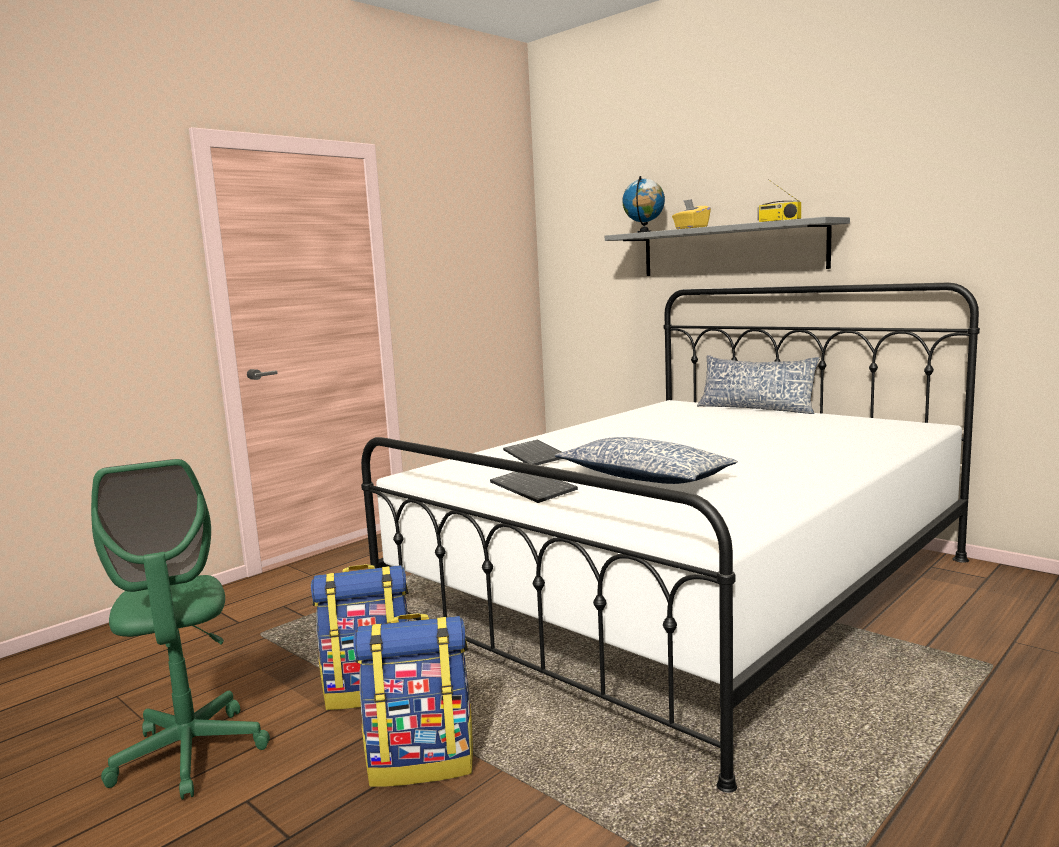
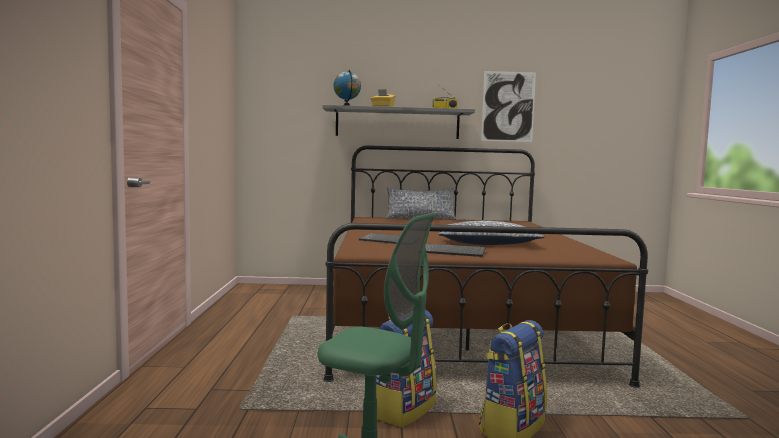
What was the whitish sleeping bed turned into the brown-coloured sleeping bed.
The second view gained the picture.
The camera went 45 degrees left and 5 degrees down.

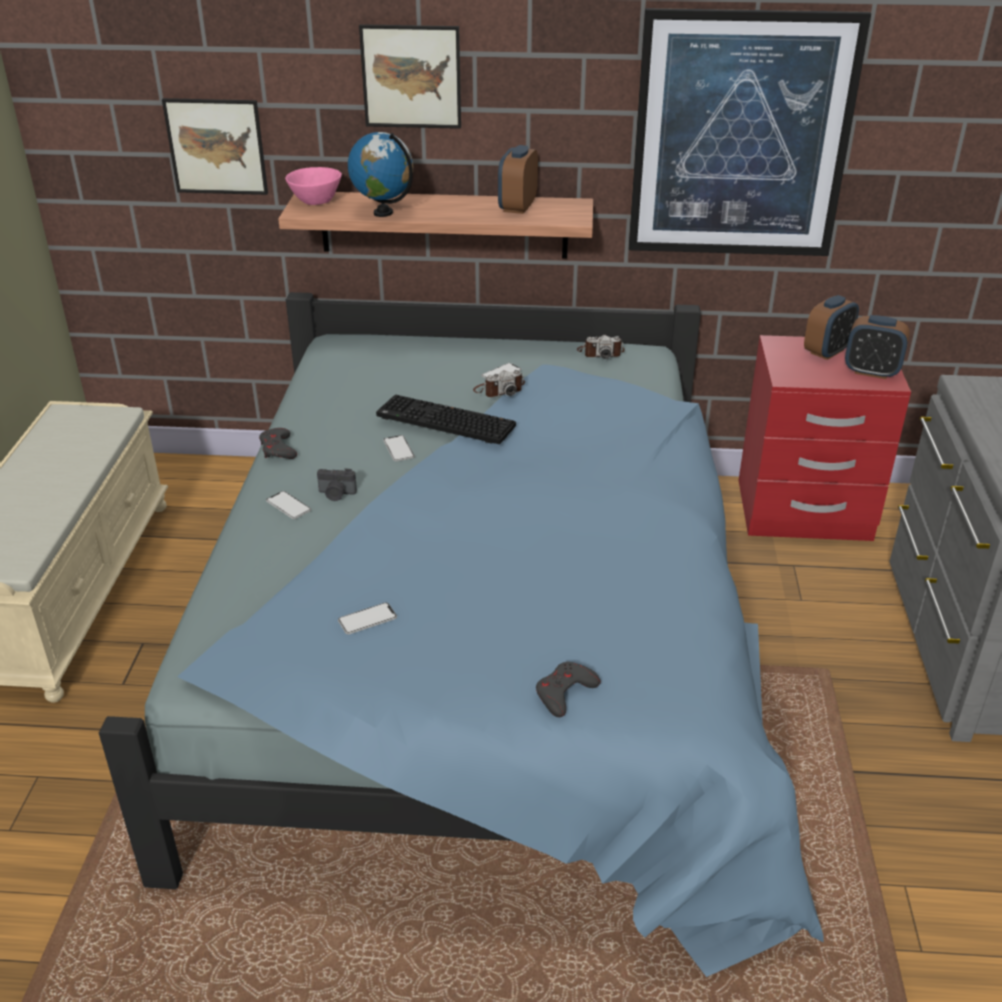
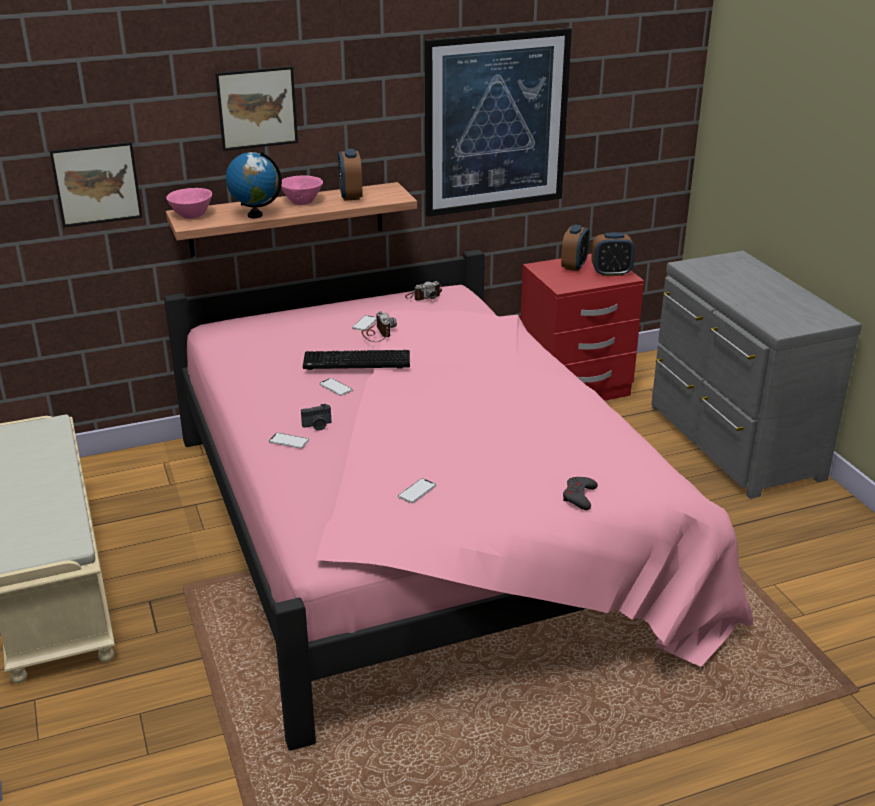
What was the blue sleeping bed turned into the pink-coloured sleeping bed.
The second view gained the pink-coloured bowl (no. 2 from left).
The still camera (no. 2 from left) ended up facing another way, 60 degrees counterclockwise from before.
The second view lost the gray joypad (no. 1 from left).
The camera went 25 degrees left and 5 degrees down.

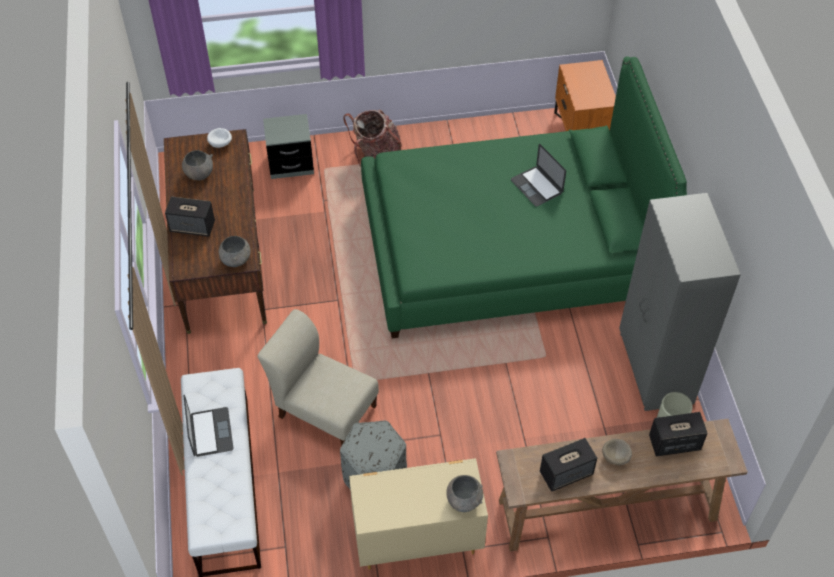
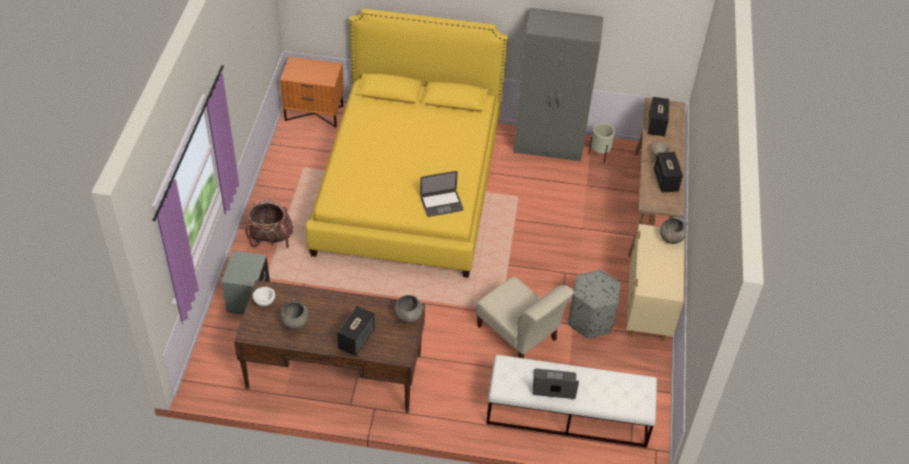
What was the green-coloured sleeping bed turned into the yellow sleeping bed.
The laptop (no. 2 from left in the first image) ended up elsewhere.
The beige-coloured chair ended up facing another way, 90 degrees counterclockwise from before.
The camera went 75 degrees left and 5 degrees down.

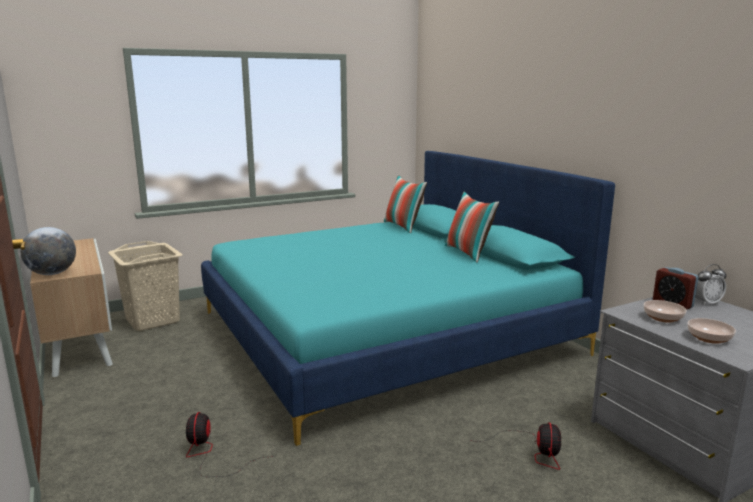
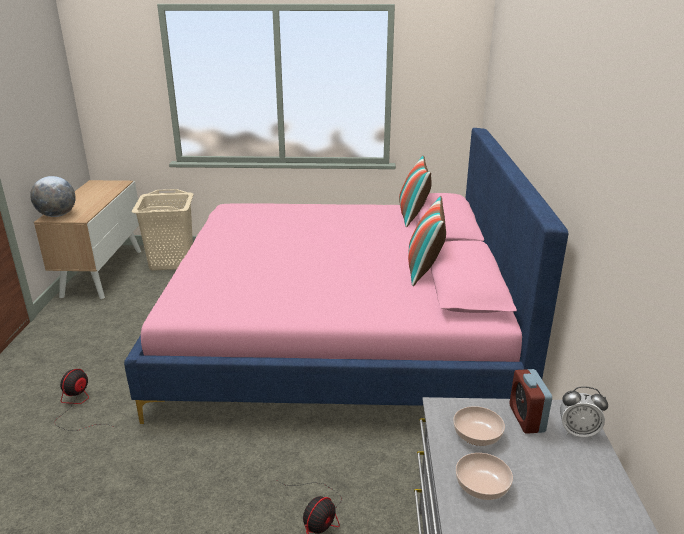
What was the turquoise-coloured sleeping bed turned into the pink-coloured sleeping bed.
The camera went 30 degrees right and 10 degrees up.

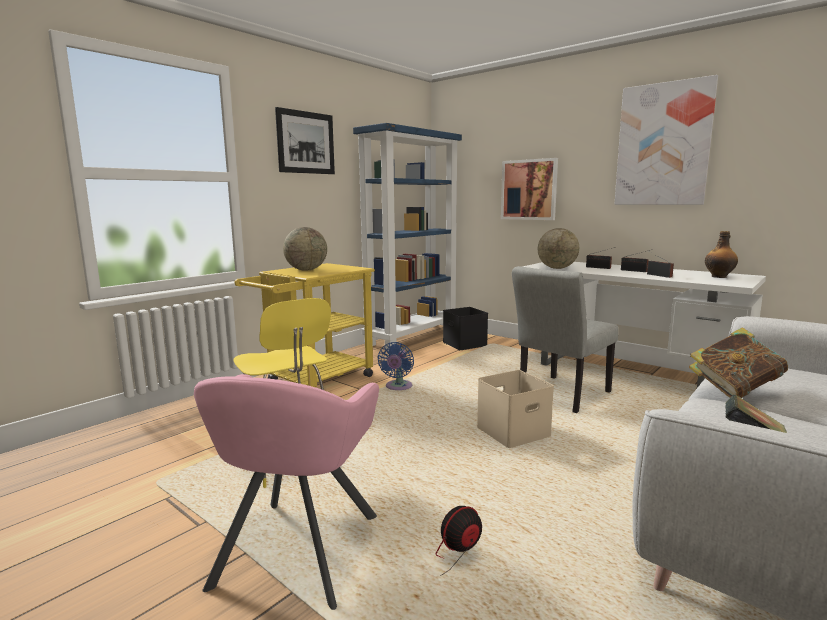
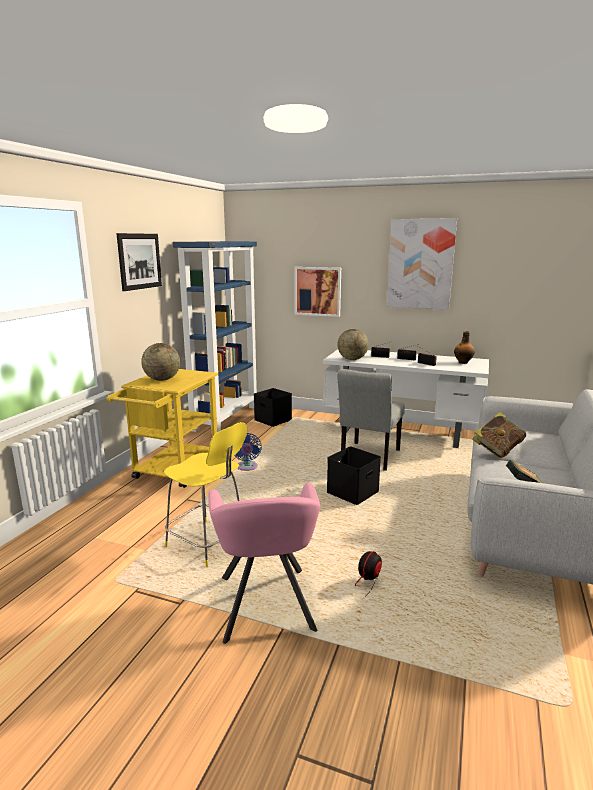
What was the beige-coloured storage bin turned into the black storage bin (no. 2 from left).
The camera went 20 degrees left and 5 degrees up.

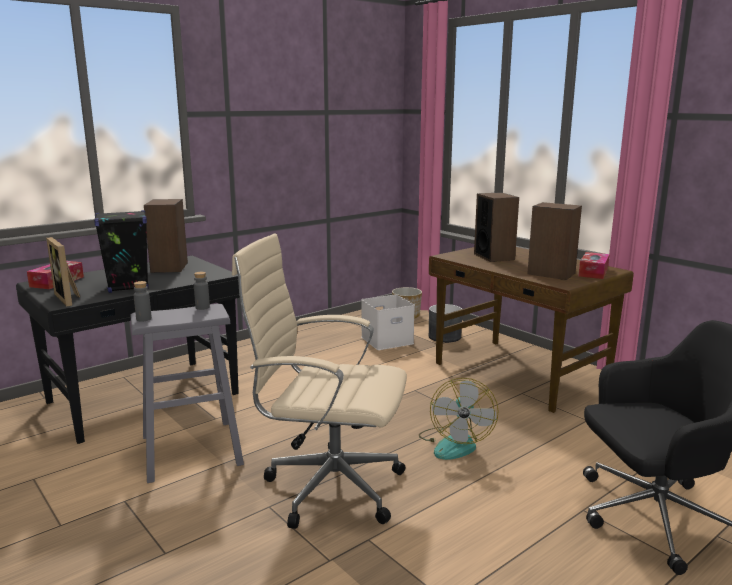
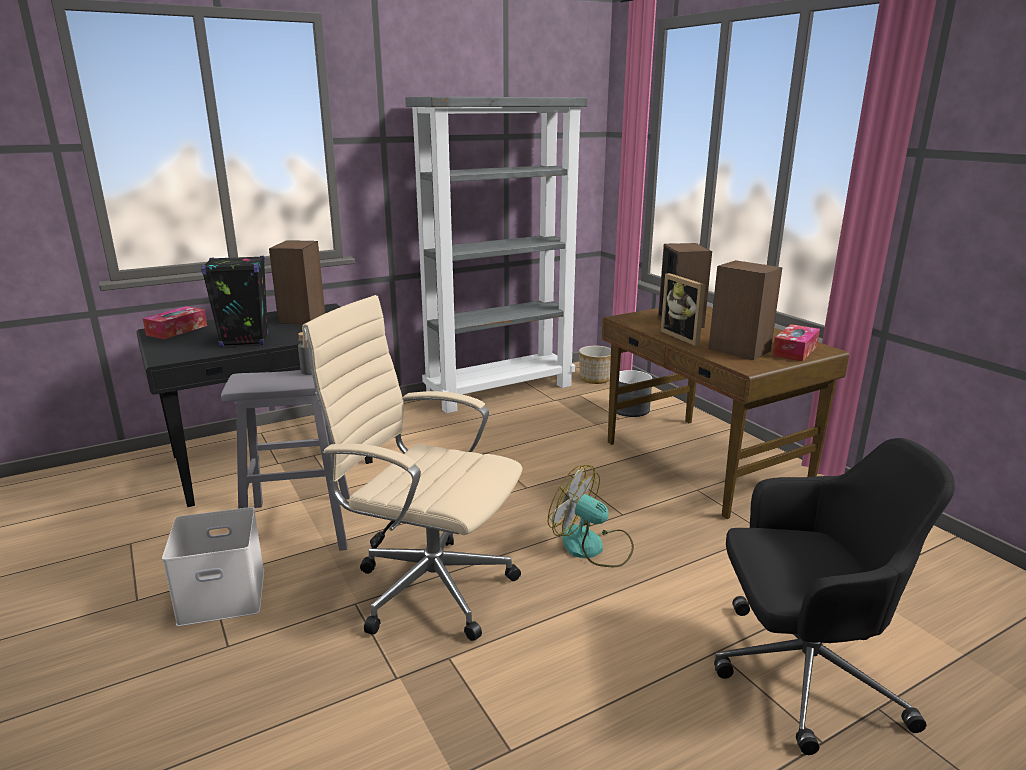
The whitish storage bin ended up elsewhere.
The second view gained the gray bookshelf.
The electric fan ended up facing another way, 105 degrees clockwise from before.
The standing frame ended up elsewhere.
The second view lost the gray bottle (no. 1 from left).
The camera went 10 degrees right and 5 degrees up.

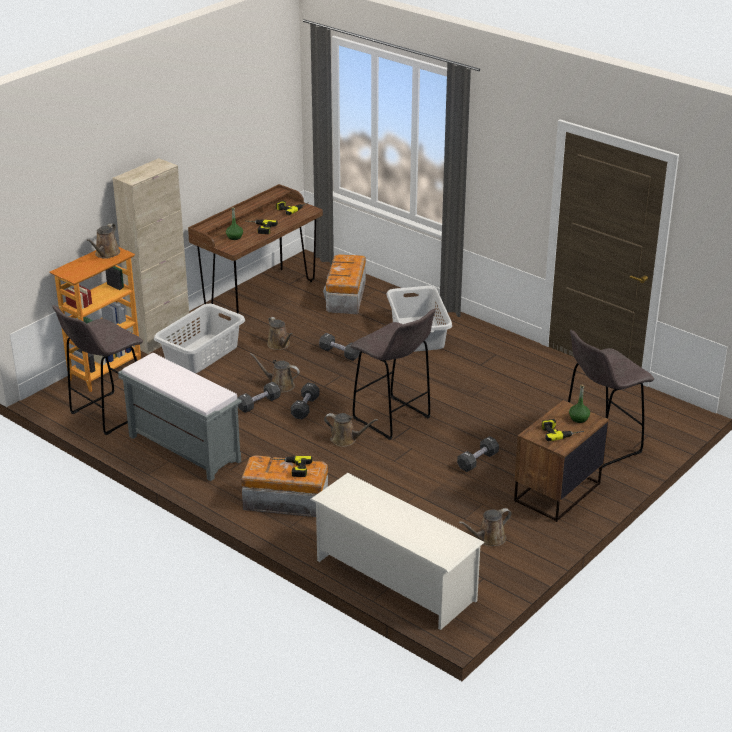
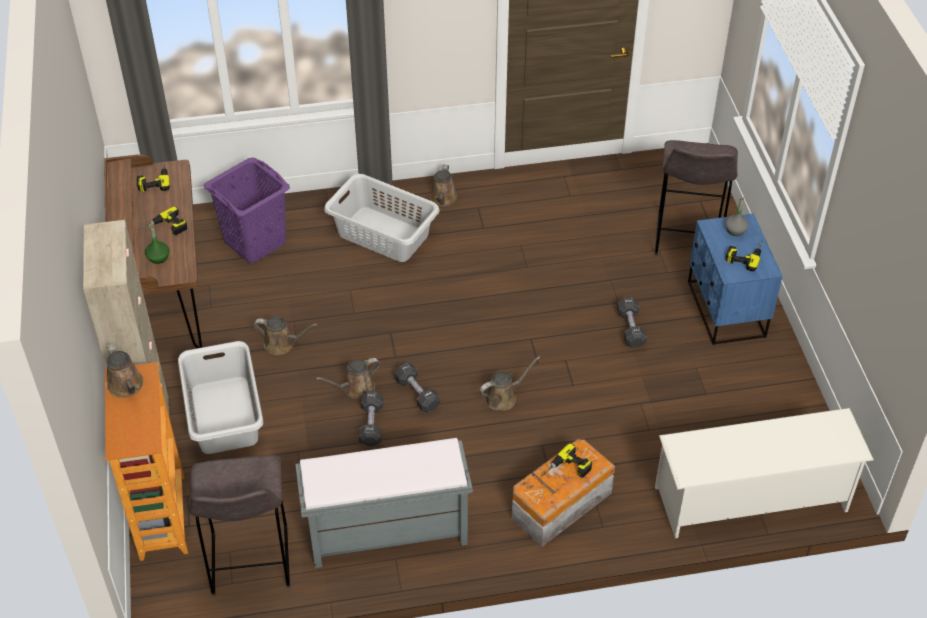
Where the storage bin (no. 2 from left) stood, the purple laundry basket came to stand.
The brown-coloured watering pot (no. 5 from left in the first image) ended up elsewhere.
What was the brown-coloured nightstand turned into the blue nightstand.
What was the green-coloured bottle (no. 2 from left) turned into the gray bottle.
The second view lost the black dumbbell (no. 3 from left).
The second view lost the gray stool seat (no. 2 from left).
The camera went 50 degrees left and 15 degrees up.

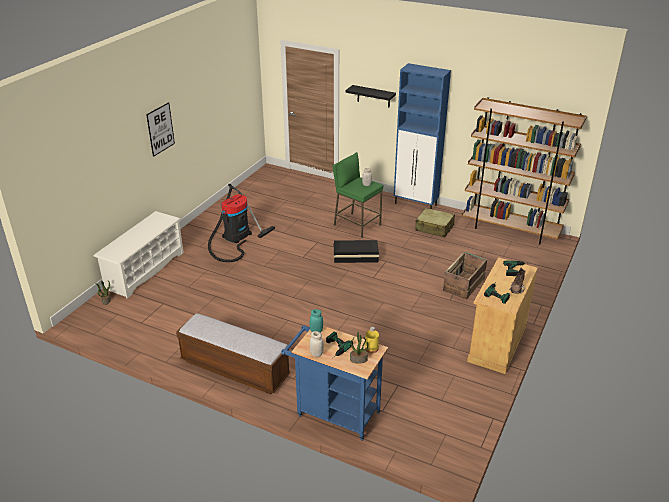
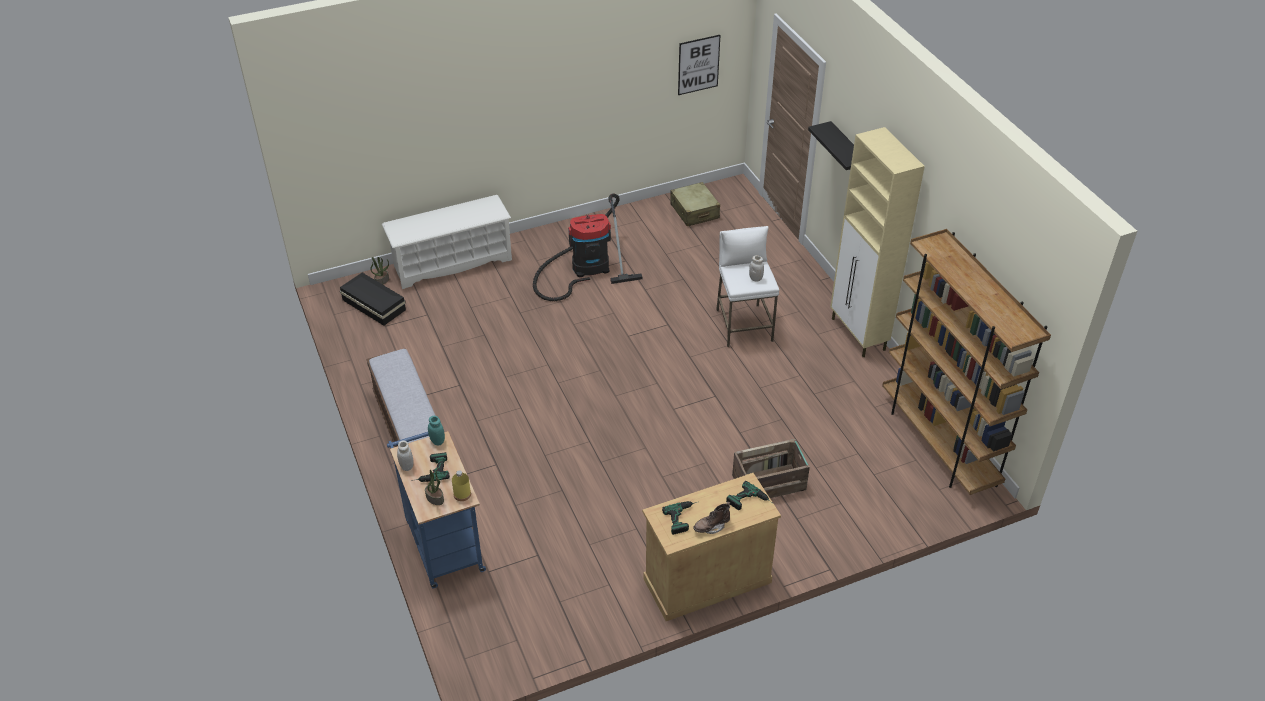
The black storage bin ended up elsewhere.
The beige-coloured suitcase ended up elsewhere.
The picture ended up elsewhere.
What was the green-coloured stool seat turned into the whitish stool seat.
What was the blue cupboard turned into the beige-coloured cupboard (no. 2 from left).
The camera went 40 degrees right and 10 degrees up.

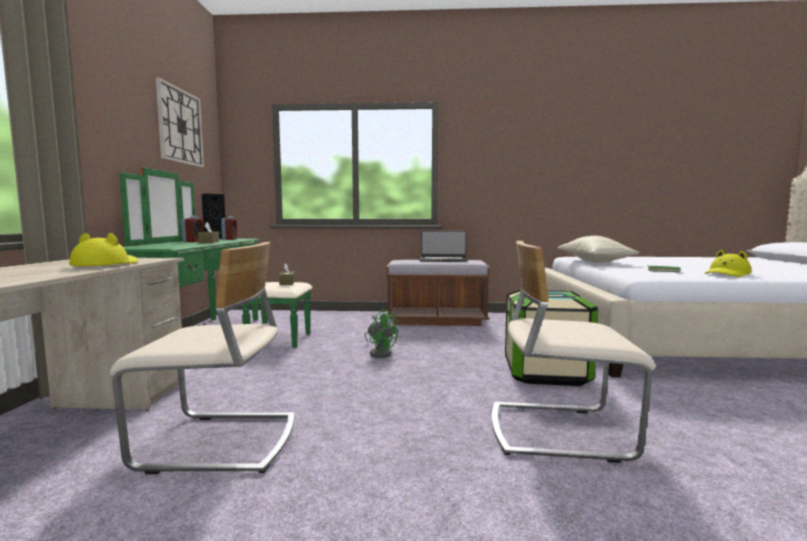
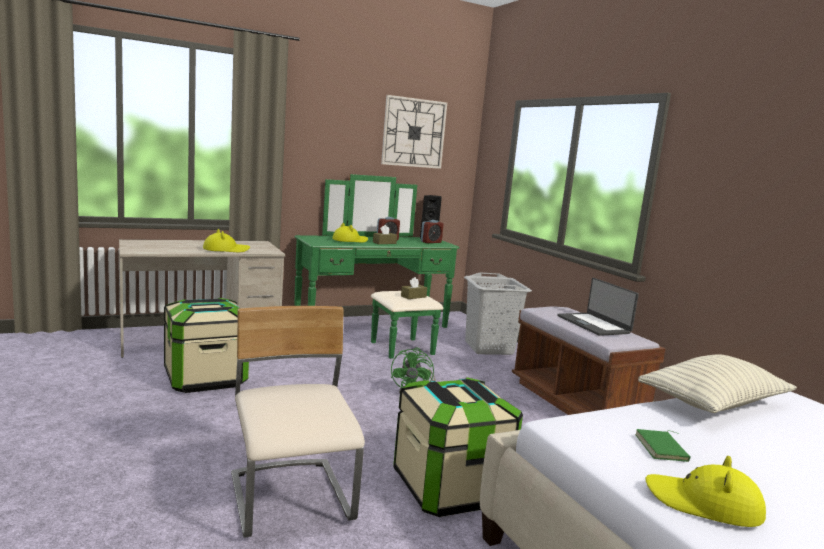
Where the beige-coloured chair (no. 1 from left) stood, the storage bin (no. 1 from left) came to stand.
The second view gained the yellow clothing hat (no. 2 from left).
The second view gained the gray laundry basket.
The camera went 60 degrees right and 5 degrees up.

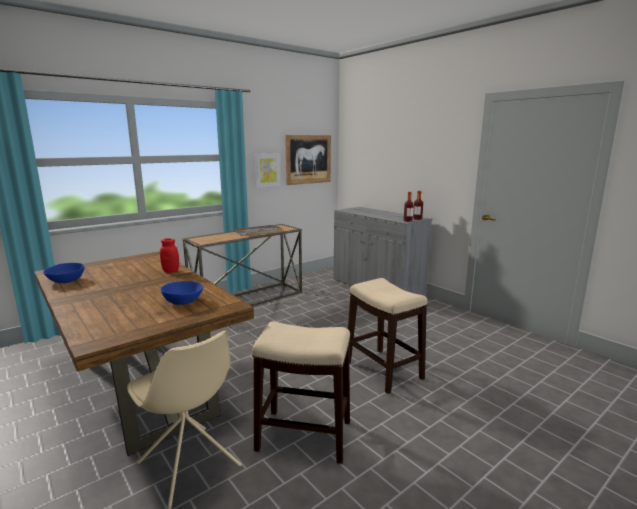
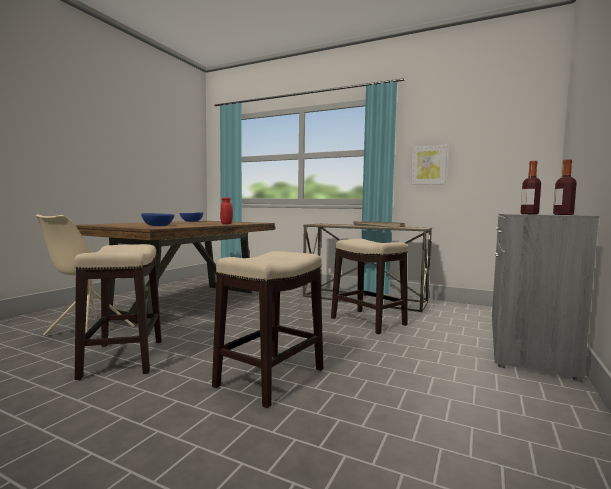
The second view gained the stool seat (no. 3 from left).
The second view lost the picture (no. 2 from left).
The camera went 65 degrees right and 10 degrees down.

